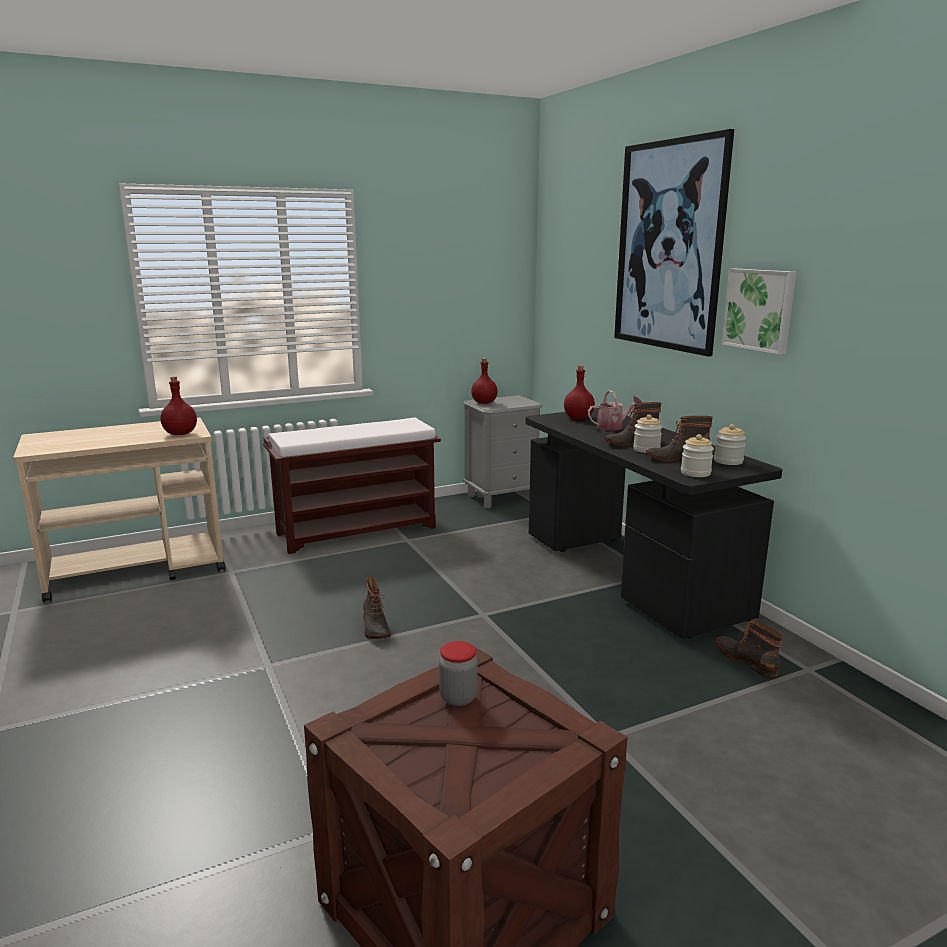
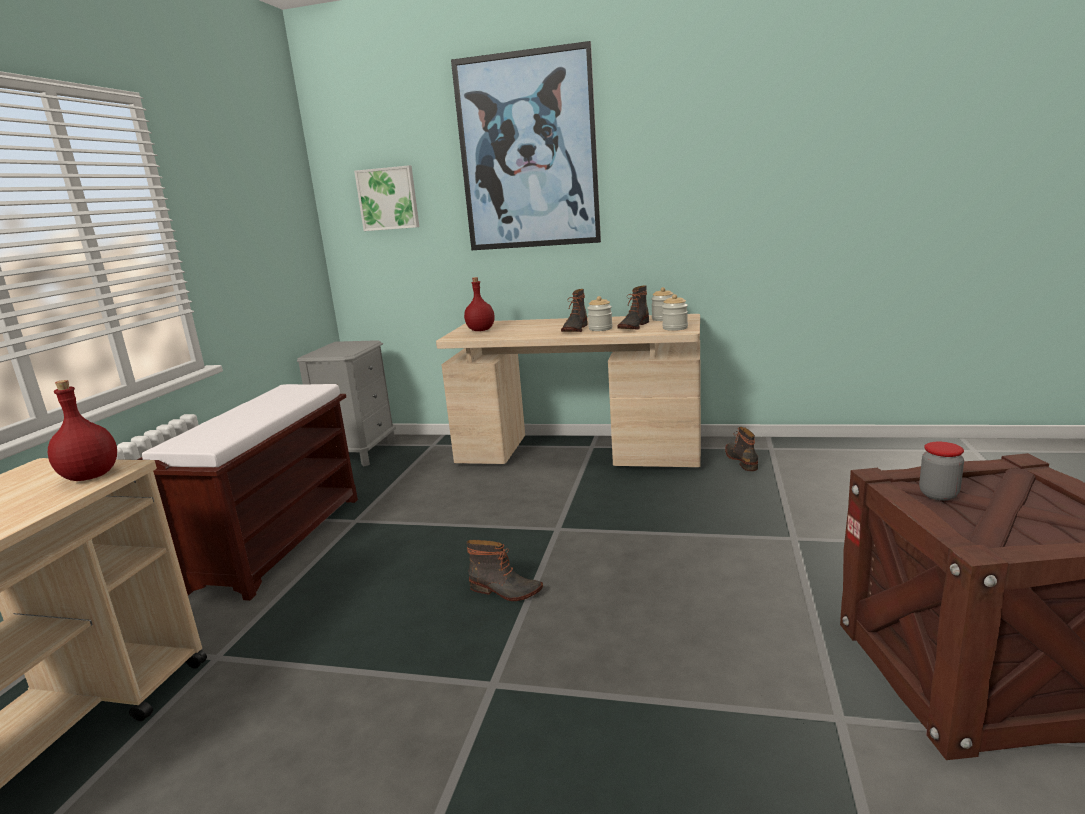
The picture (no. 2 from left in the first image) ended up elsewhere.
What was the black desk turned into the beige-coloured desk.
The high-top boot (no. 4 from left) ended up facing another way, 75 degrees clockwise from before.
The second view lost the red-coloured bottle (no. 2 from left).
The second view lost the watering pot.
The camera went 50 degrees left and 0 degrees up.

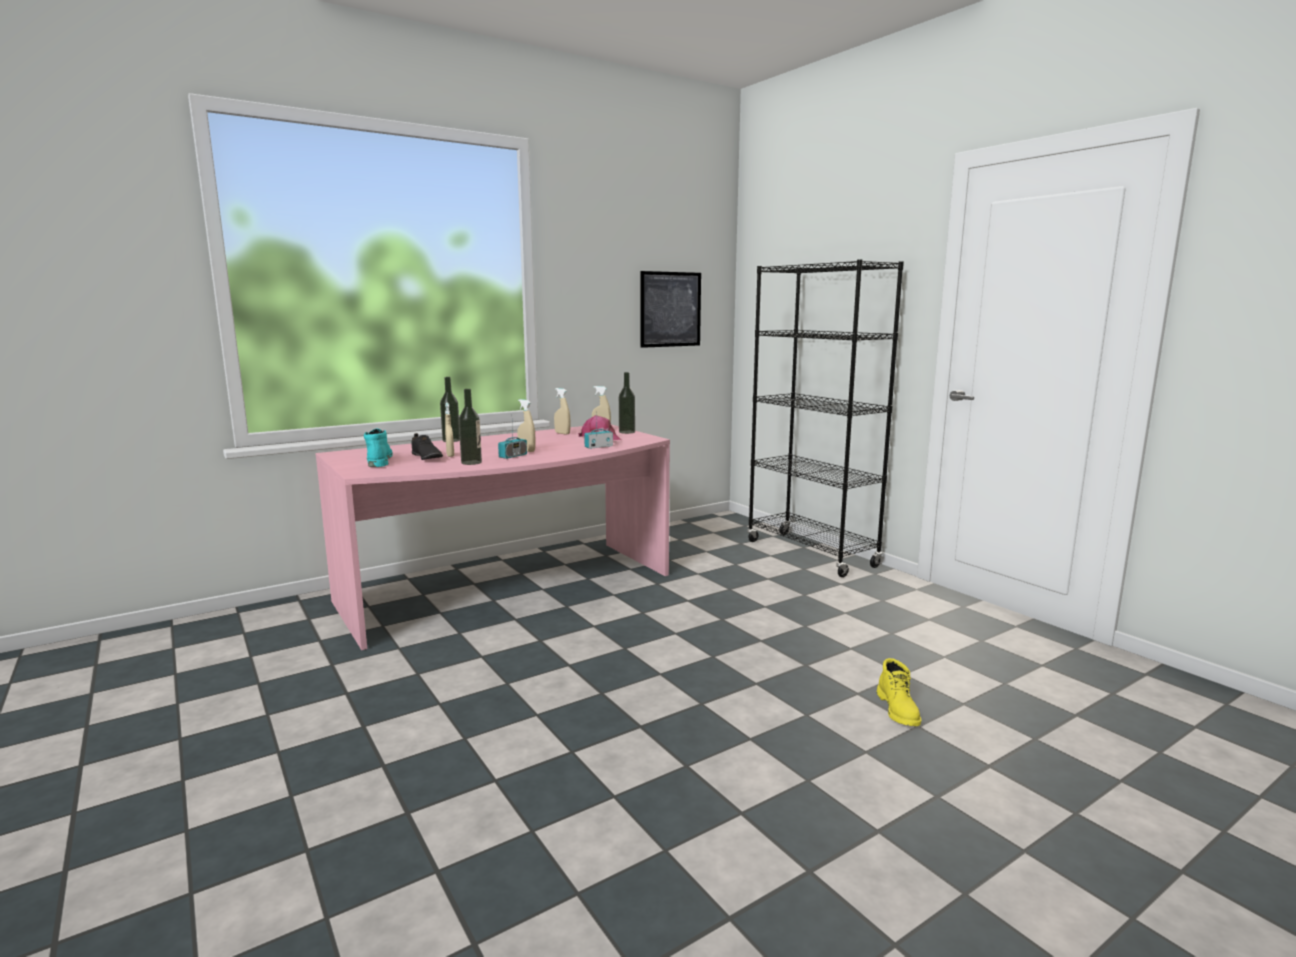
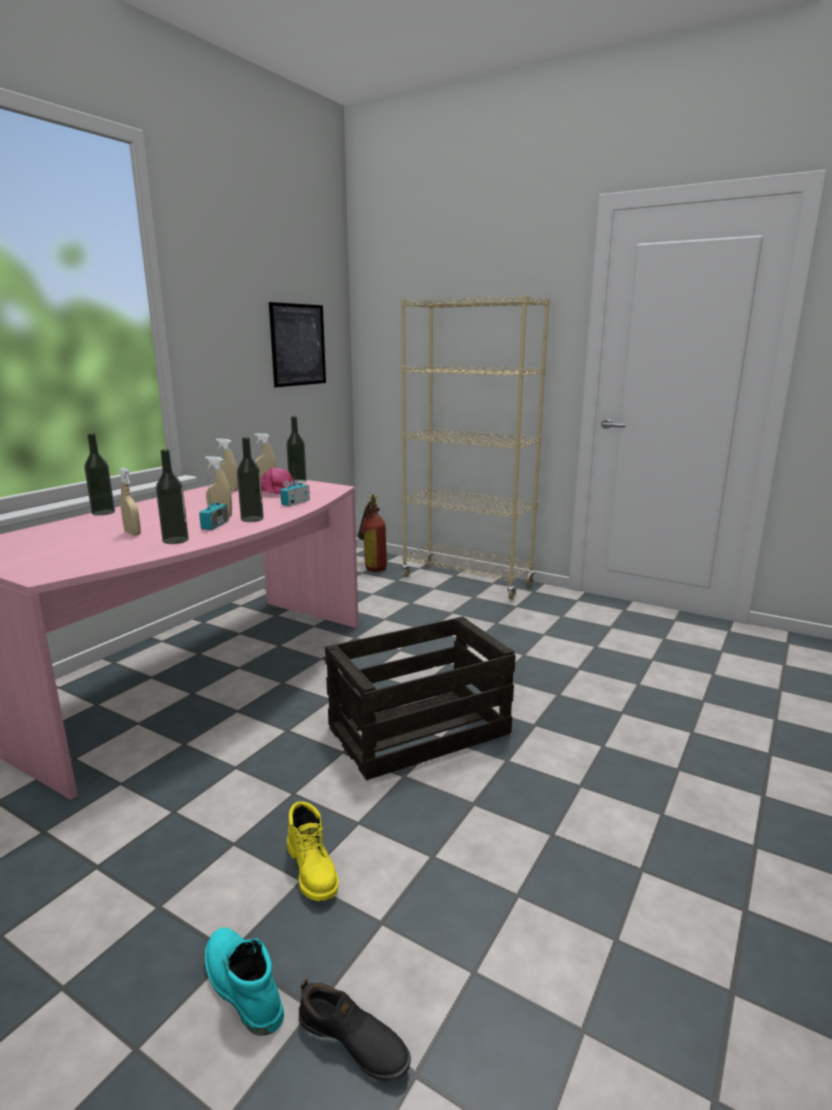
The turquoise-coloured high-top boot ended up elsewhere.
The second view gained the bottle (no. 3 from left).
The yellow high-top boot ended up elsewhere.
The black low shoe ended up elsewhere.
The second view gained the crate.
The second view gained the fire-fighting cylinder.
What was the black bookshelf turned into the beige-coloured bookshelf.
The camera went 25 degrees left and 5 degrees up.

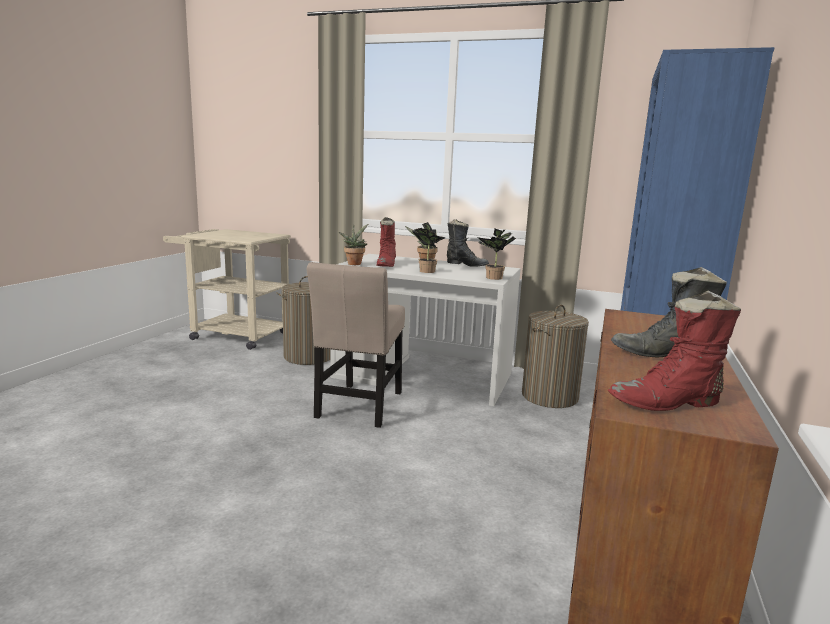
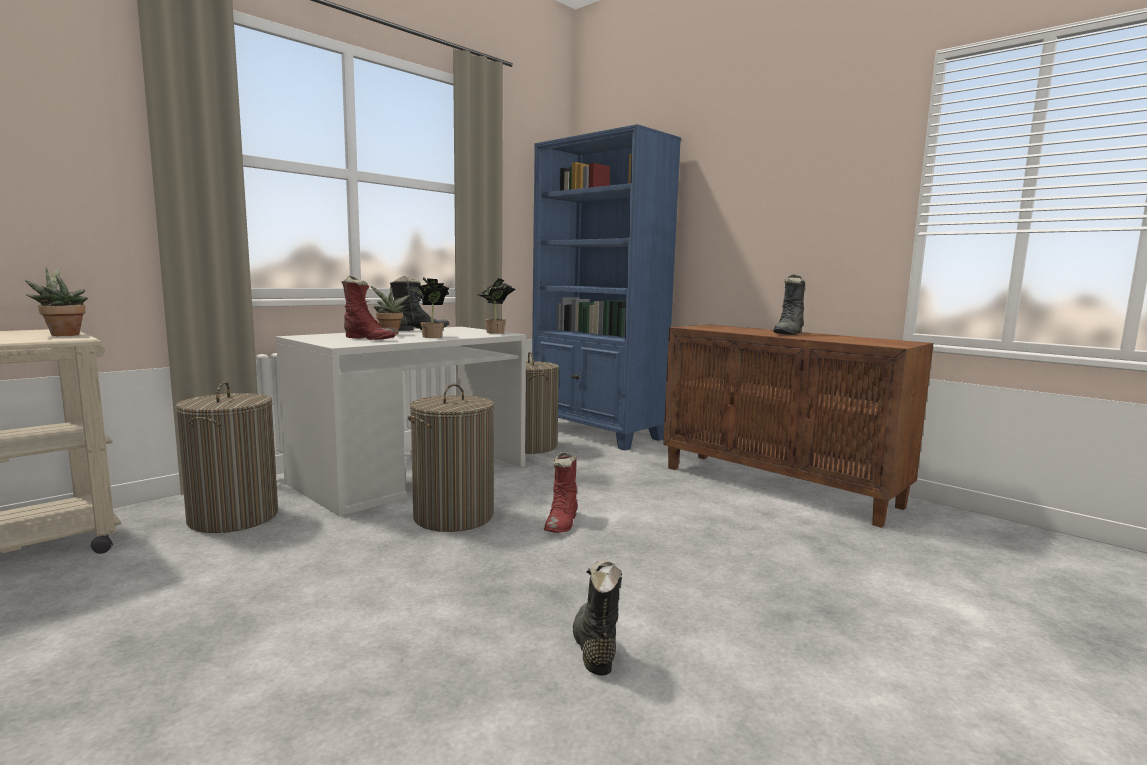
The plant in a pot (no. 1 from left) ended up elsewhere.
Where the beige-coloured chair stood, the laundry basket (no. 2 from left) came to stand.
The red-coloured high-top boot (no. 2 from left) ended up elsewhere.
The second view gained the black high-top boot (no. 2 from left).
The camera went 65 degrees left and 5 degrees down.

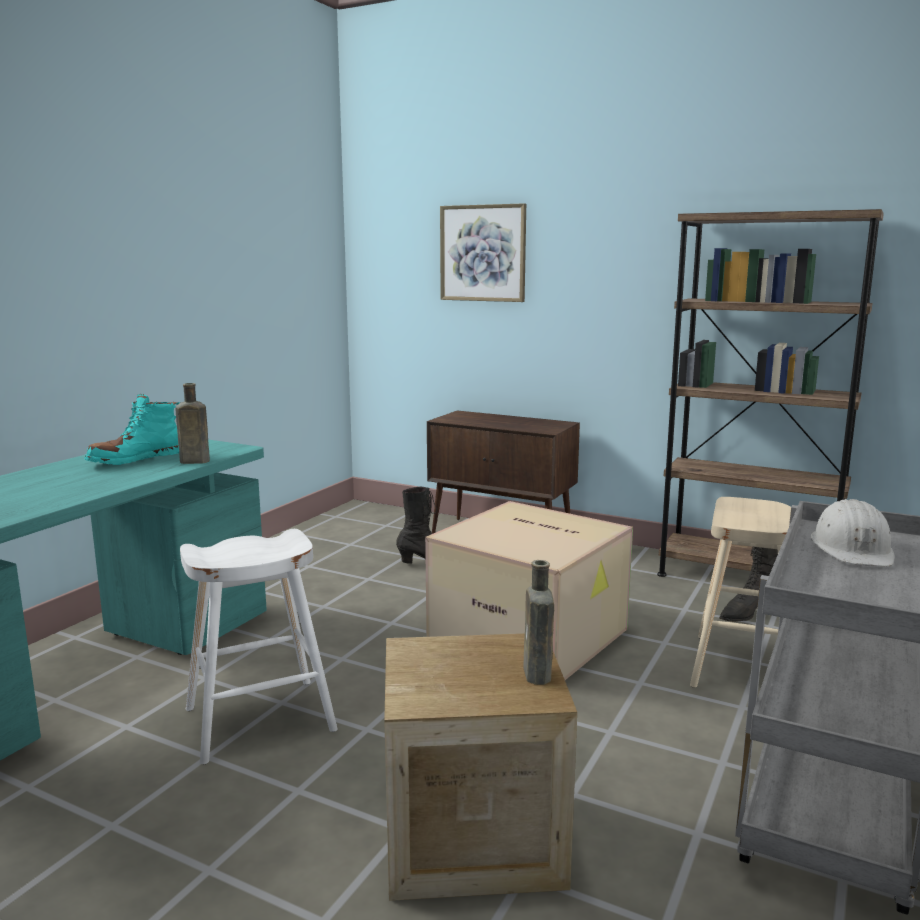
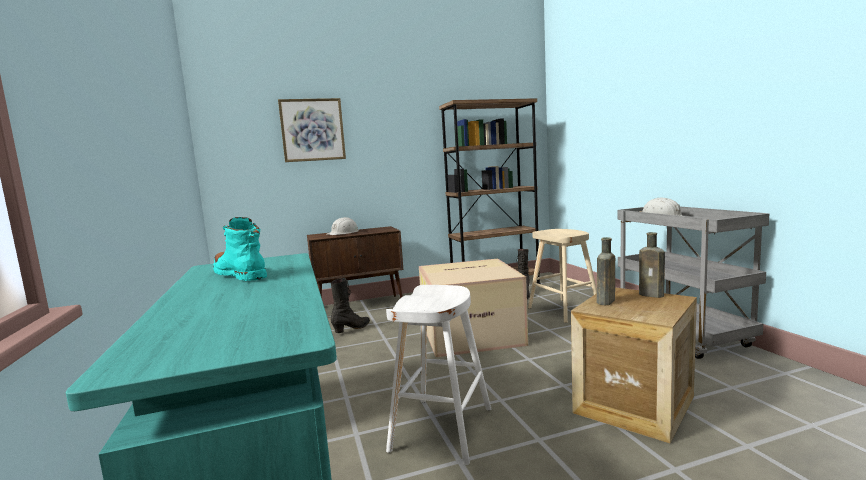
The turquoise-coloured high-top boot ended up facing another way, 135 degrees clockwise from before.
The second view gained the whitish work helmet (no. 1 from left).
The brown-coloured bottle (no. 1 from left) ended up elsewhere.
The camera went 45 degrees left and 5 degrees down.

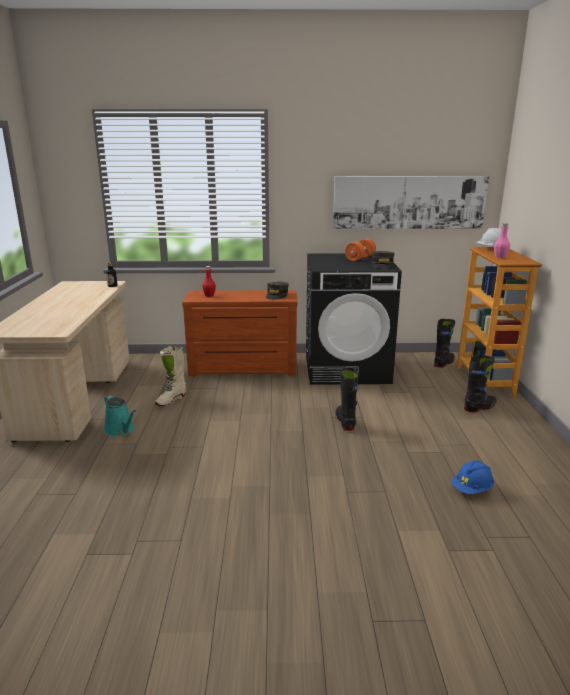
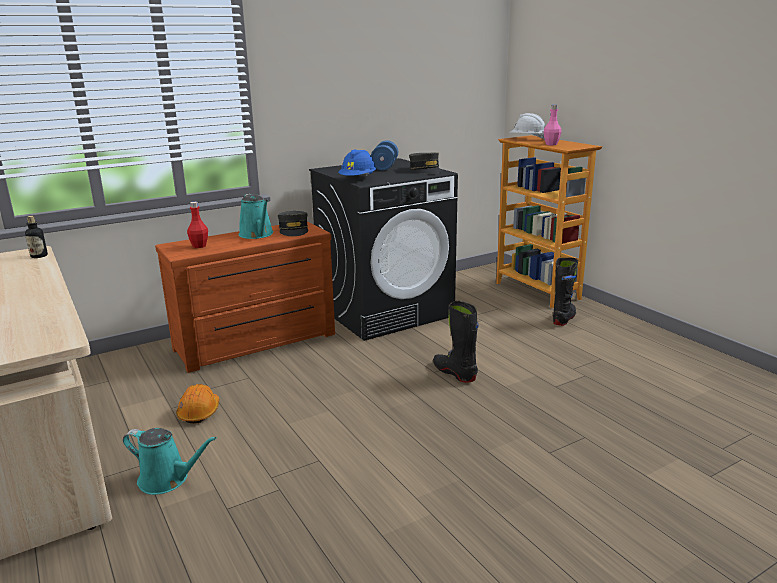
Where the beige-coloured high-top boot stood, the orangey work helmet came to stand.
The second view gained the turquoise-coloured watering pot (no. 2 from left).
The blue work helmet ended up elsewhere.
What was the orangey dumbbell turned into the blue dumbbell.
The second view lost the picture.
The second view lost the black high-top boot (no. 2 from left).
The camera went 30 degrees left and 0 degrees up.

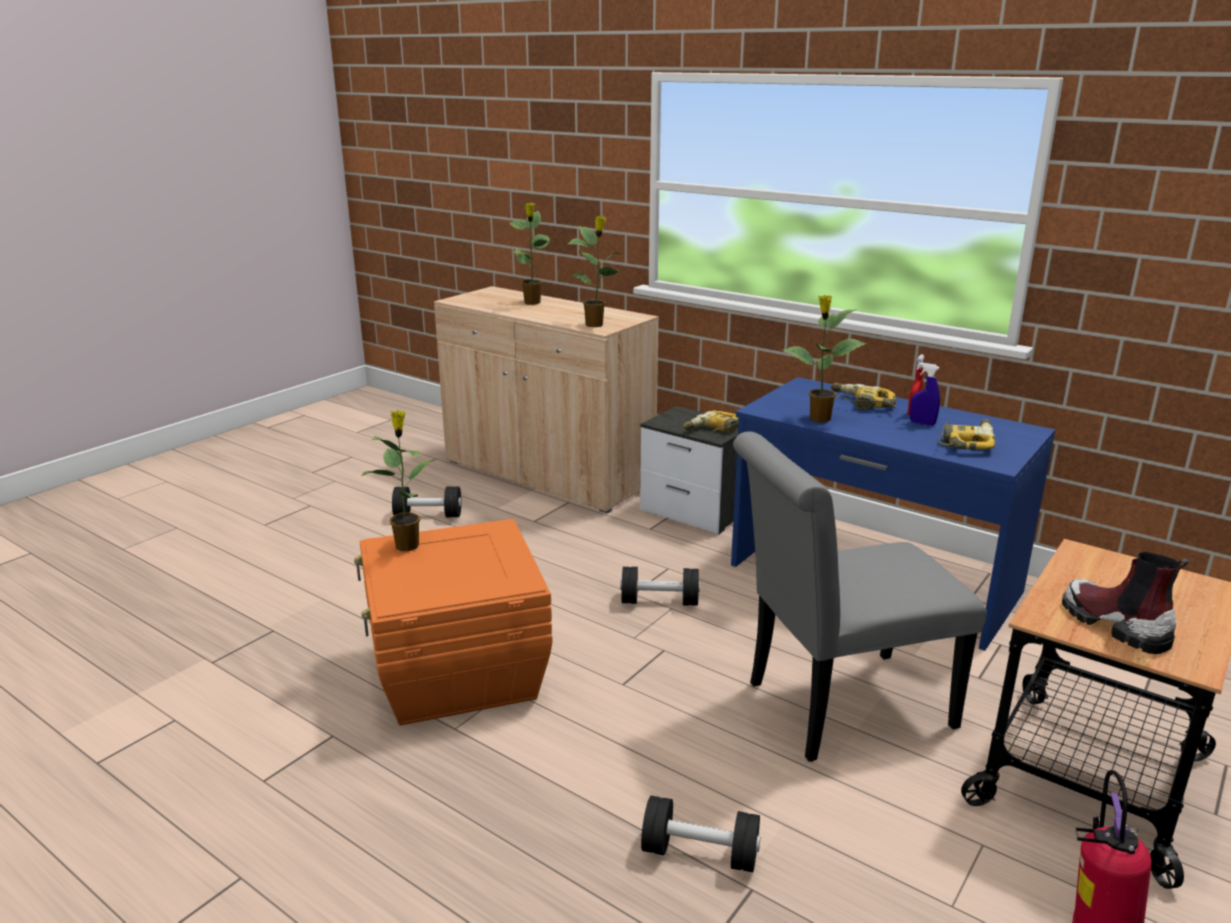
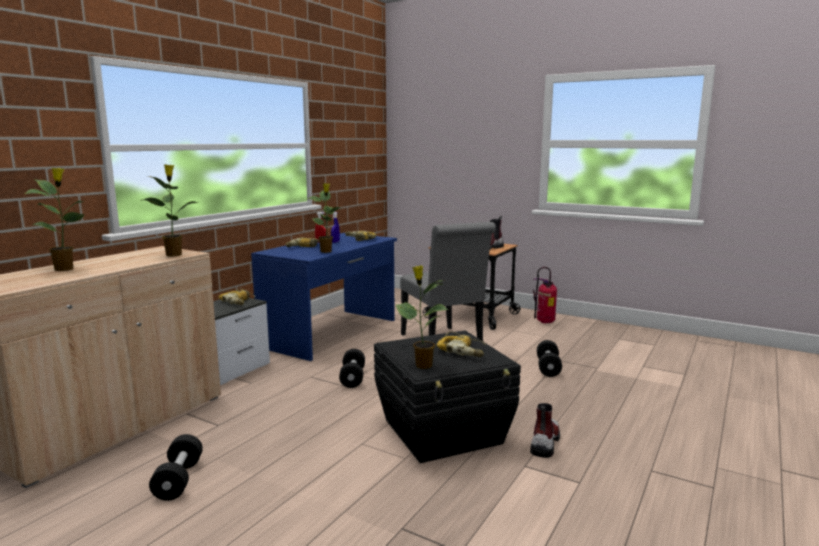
What was the orangey storage bin turned into the black storage bin.
The second view gained the electric drill (no. 4 from left).
The second view gained the high-top boot (no. 2 from left).
The camera went 95 degrees left and 10 degrees down.

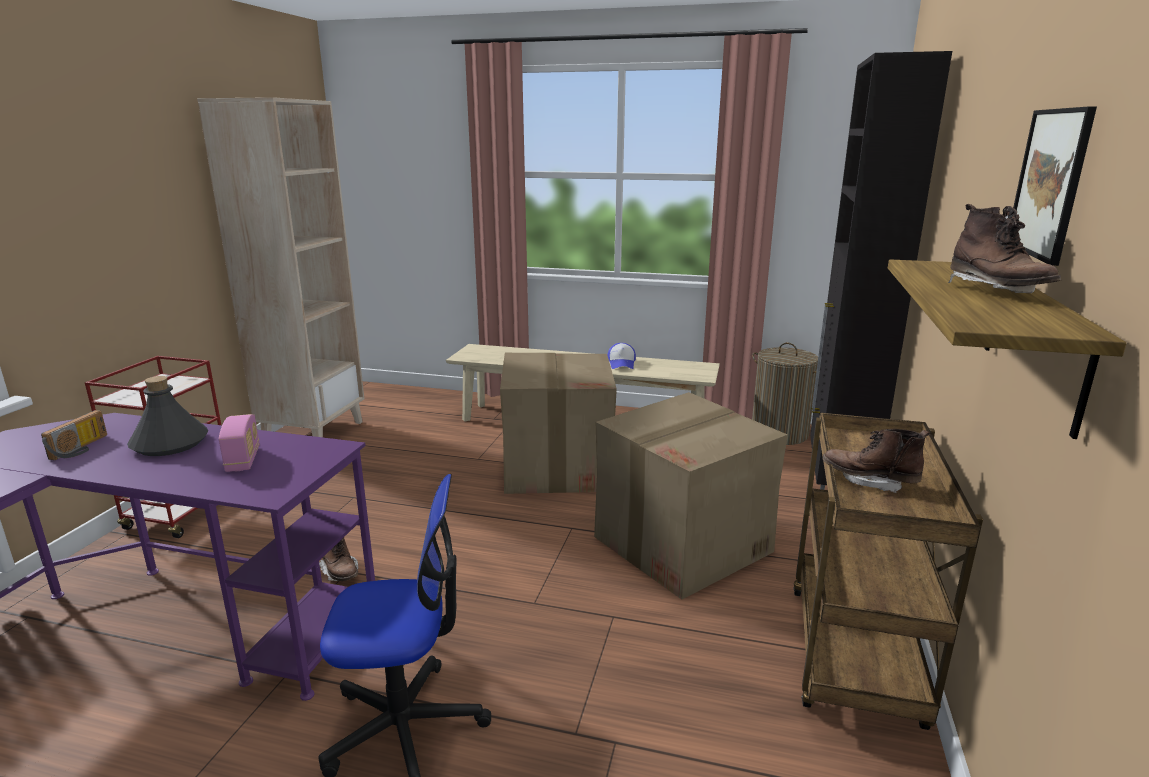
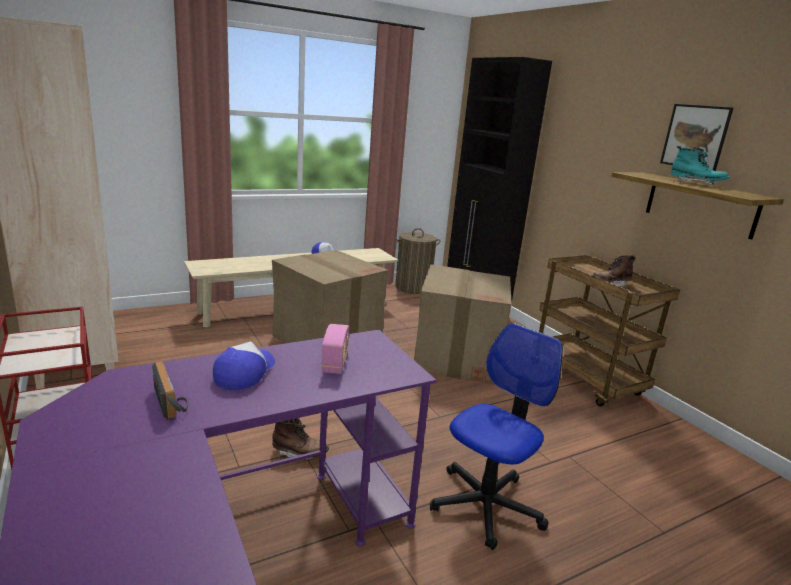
Where the gray bottle stood, the peaked cap (no. 1 from left) came to stand.
The radio receiver (no. 2 from left) ended up facing another way, 60 degrees clockwise from before.
What was the brown-coloured high-top boot (no. 3 from left) turned into the turquoise-coloured high-top boot.
The camera went 45 degrees left and 0 degrees up.

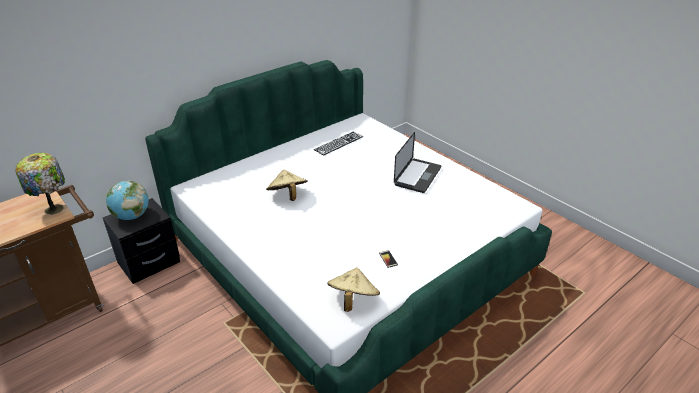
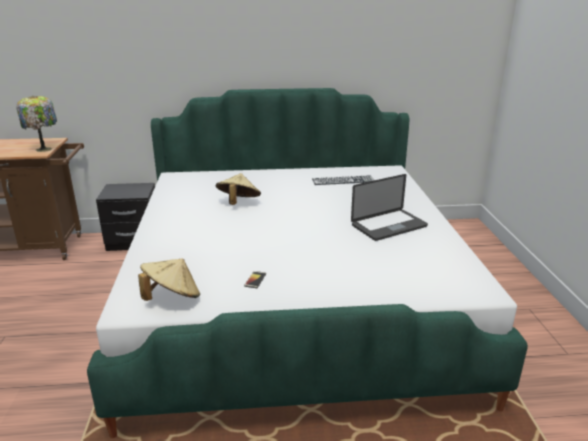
The second view lost the globe.
The camera went 35 degrees right and 10 degrees down.

